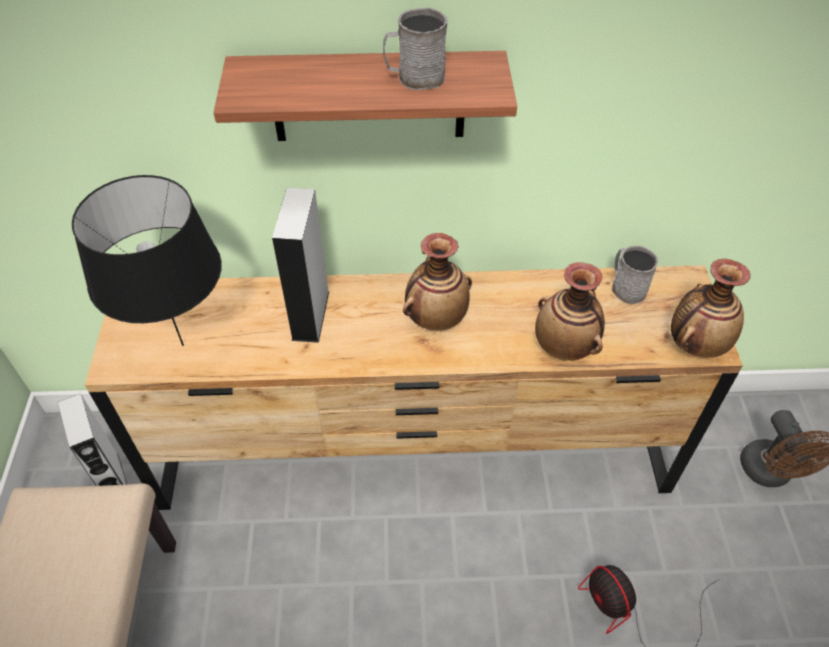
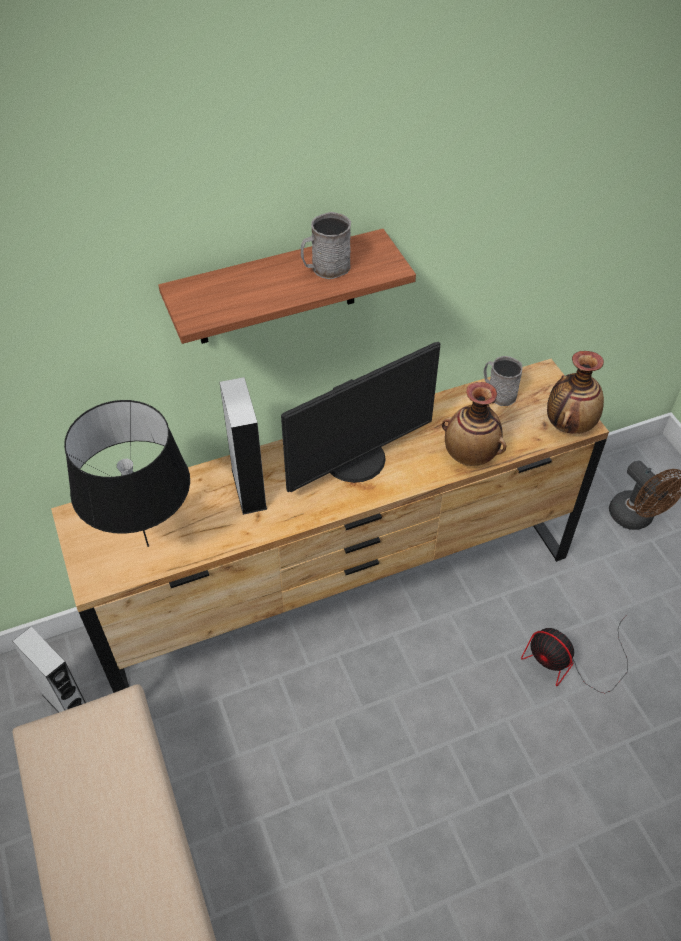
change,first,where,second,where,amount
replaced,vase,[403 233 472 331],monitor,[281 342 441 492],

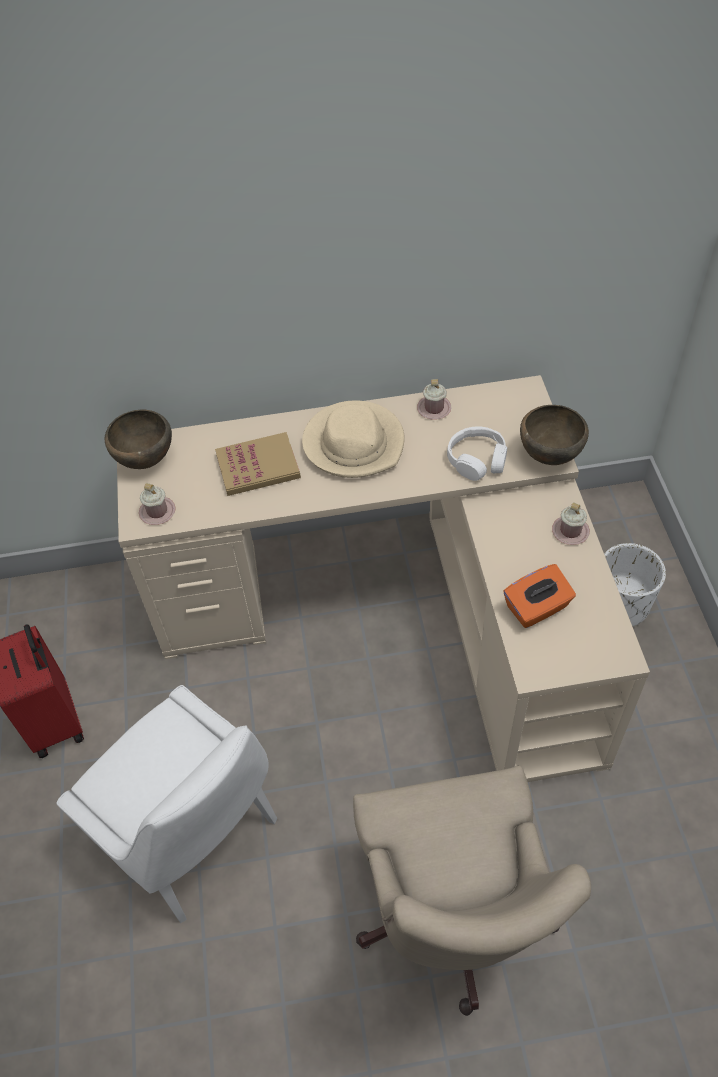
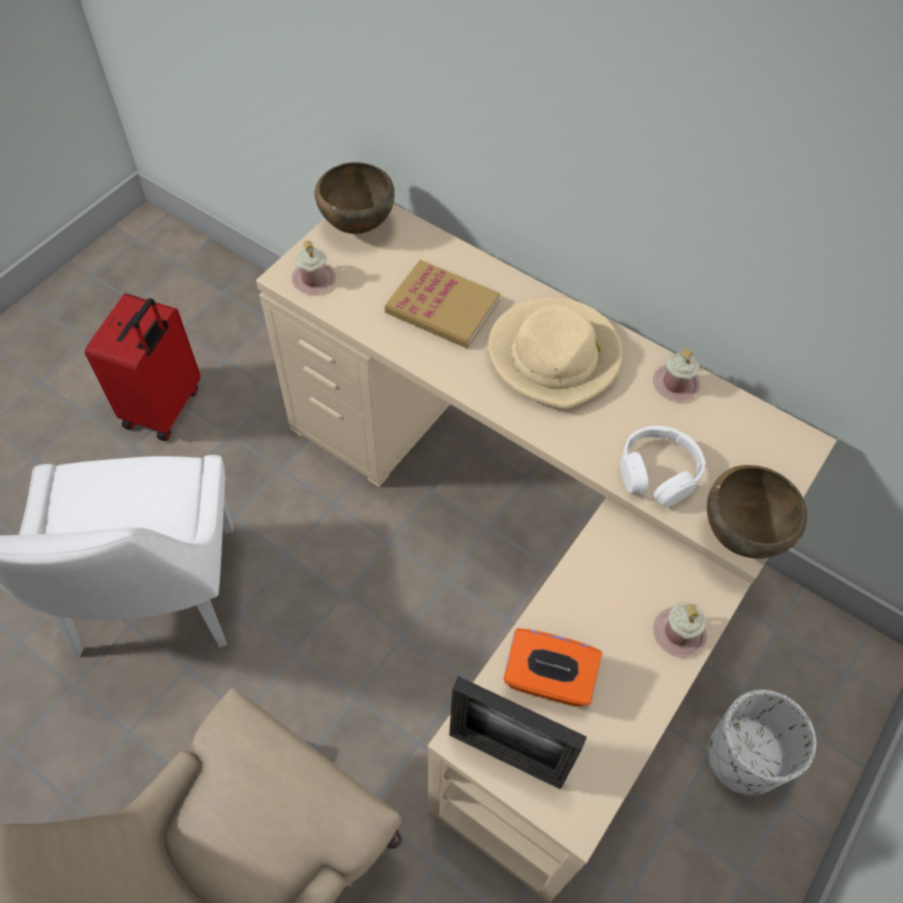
change,first,where,second,where,amount
added,,,picture frame,[449 676 587 790],

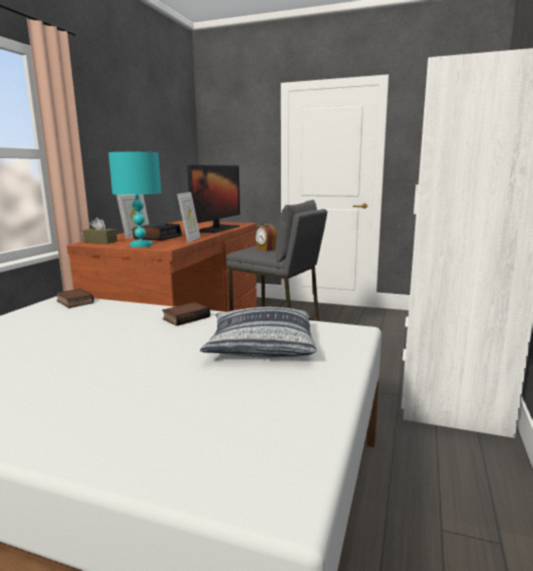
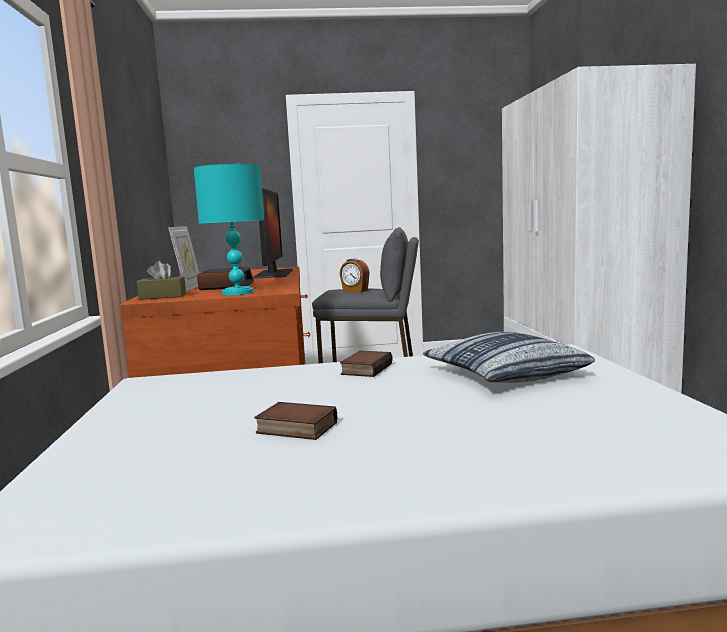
change,first,where,second,where,amount
removed,picture frame,[177 192 200 243],,,
moved,book,[56 288 94 308],,[254 402 337 440],

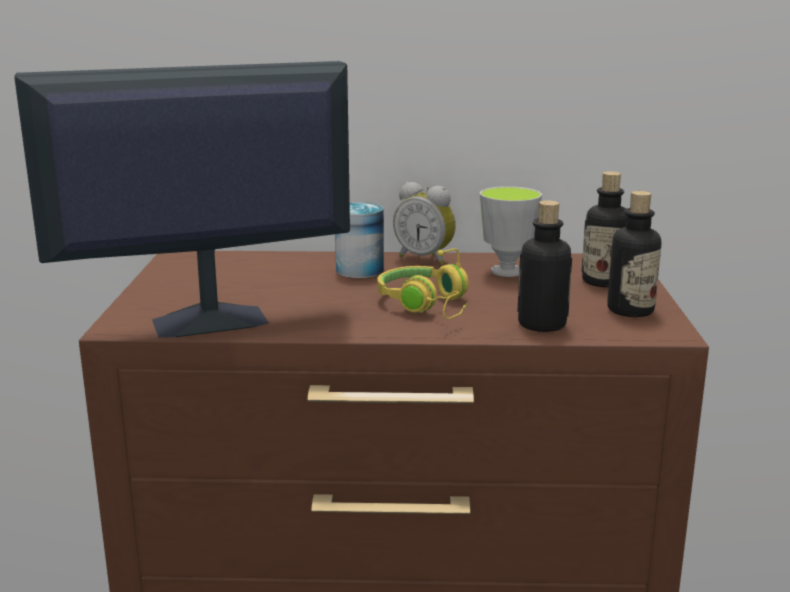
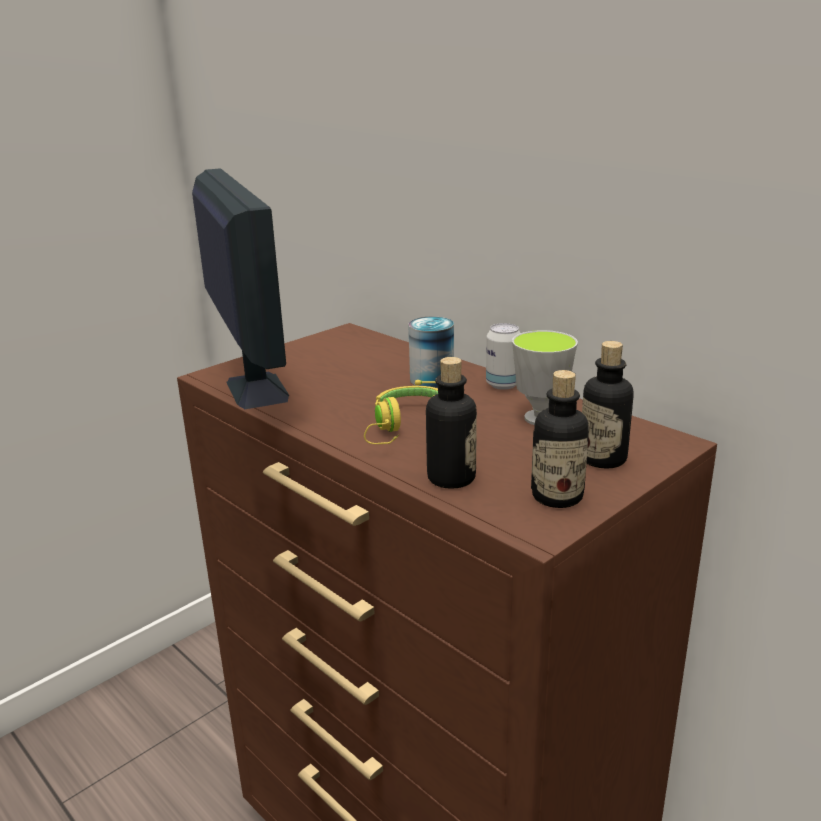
change,first,where,second,where,amount
replaced,alarm clock,[393 182 456 265],can,[486 323 520 390],
turned,monitor,[14 61 350 338],,[192 168 289 409],45 degrees clockwise

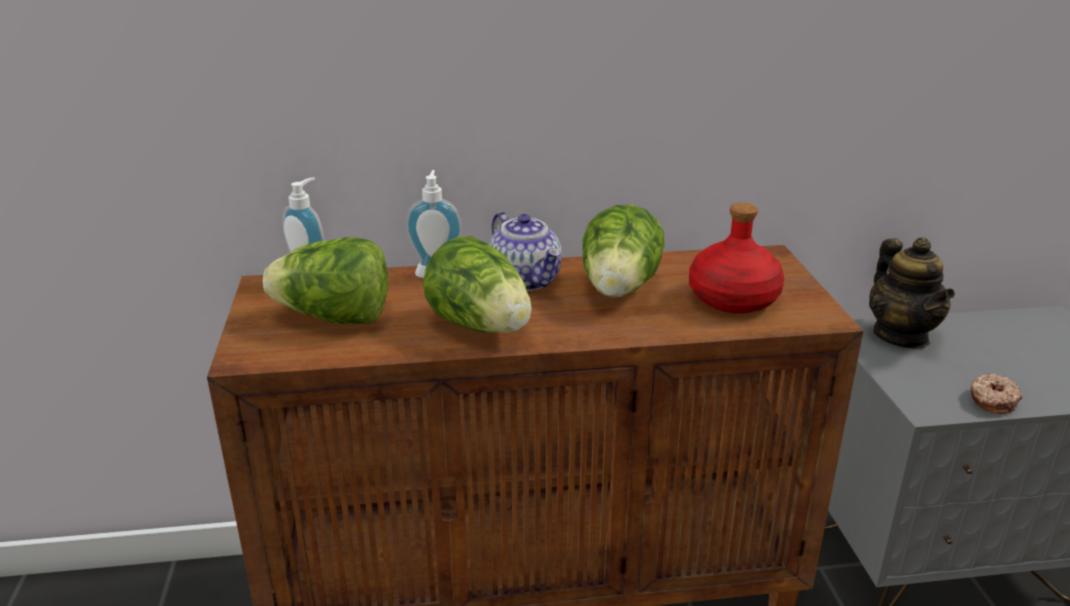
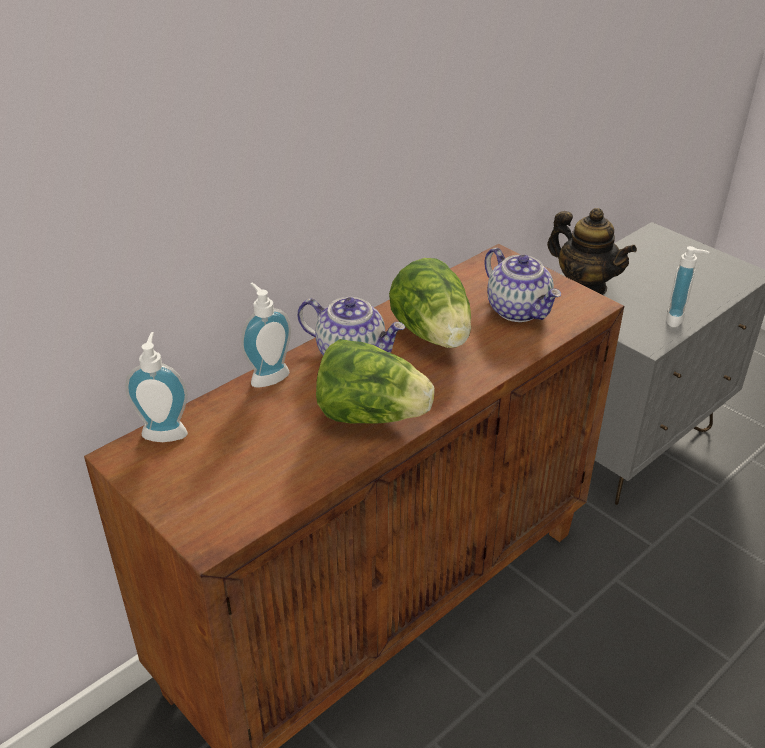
change,first,where,second,where,amount
removed,lettuce,[263 237 388 324],,,
replaced,bottle/red,[689 202 784 313],teapot,[484 248 561 322],
replaced,donut,[970 374 1022 414],soap dispenser,[666 246 710 327],

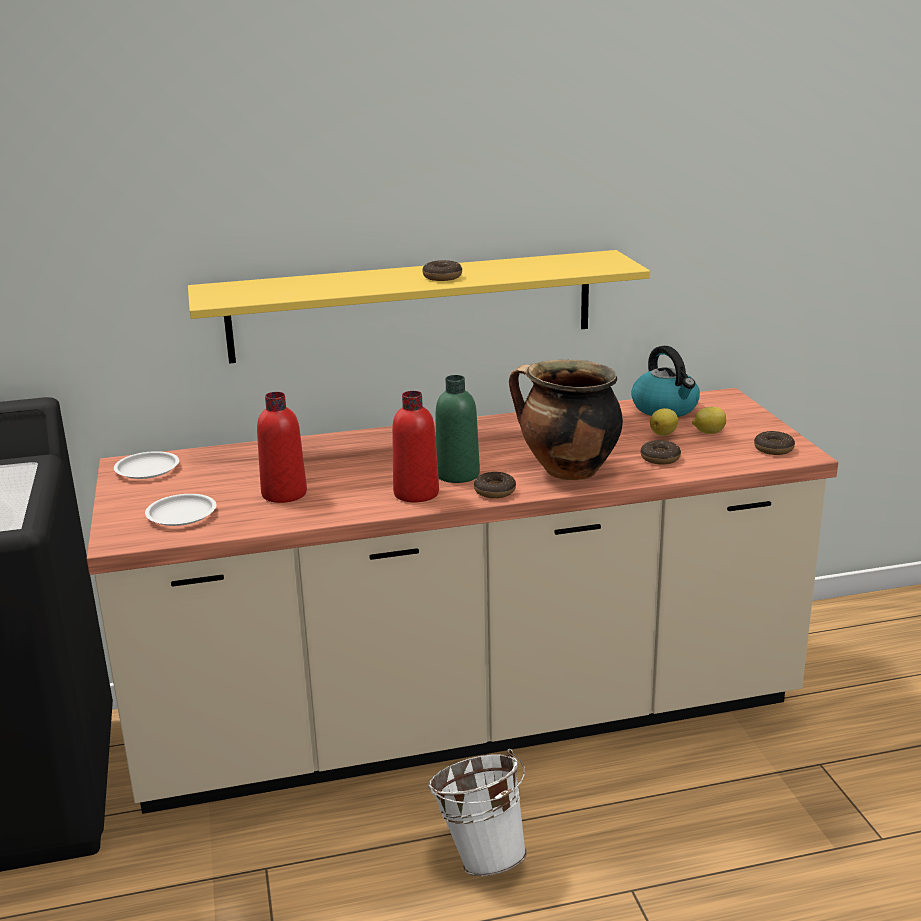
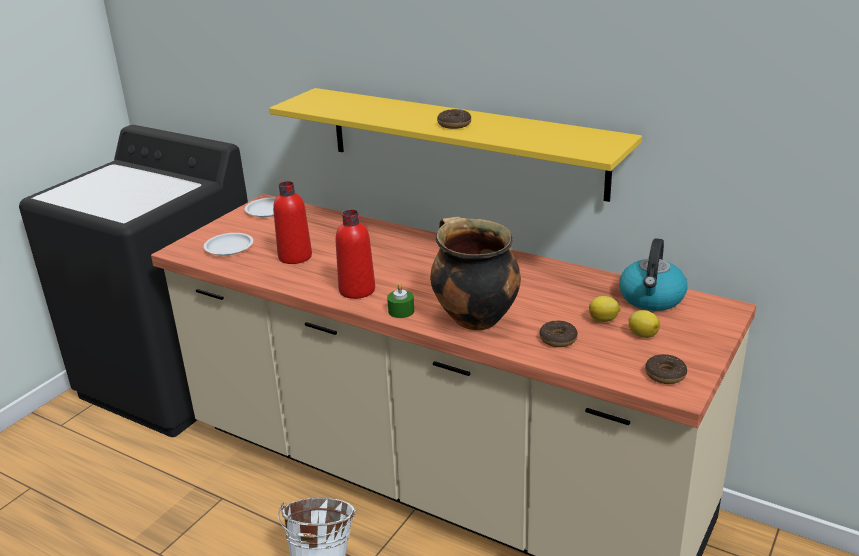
change,first,where,second,where,amount
removed,bottle/green,[436 375 480 483],,,
replaced,donut,[474 472 516 498],candle/green,[387 284 414 318],

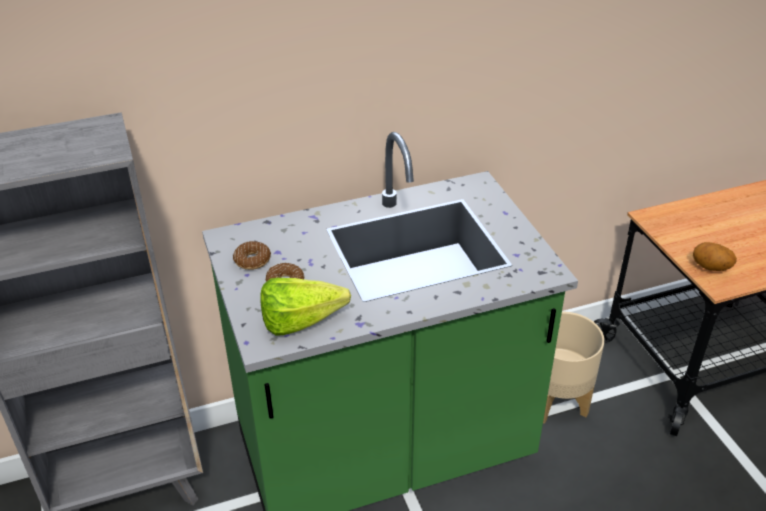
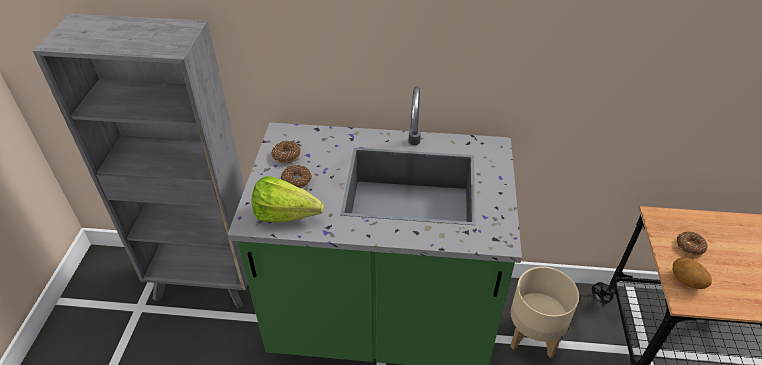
change,first,where,second,where,amount
added,,,donut,[677 232 708 256],

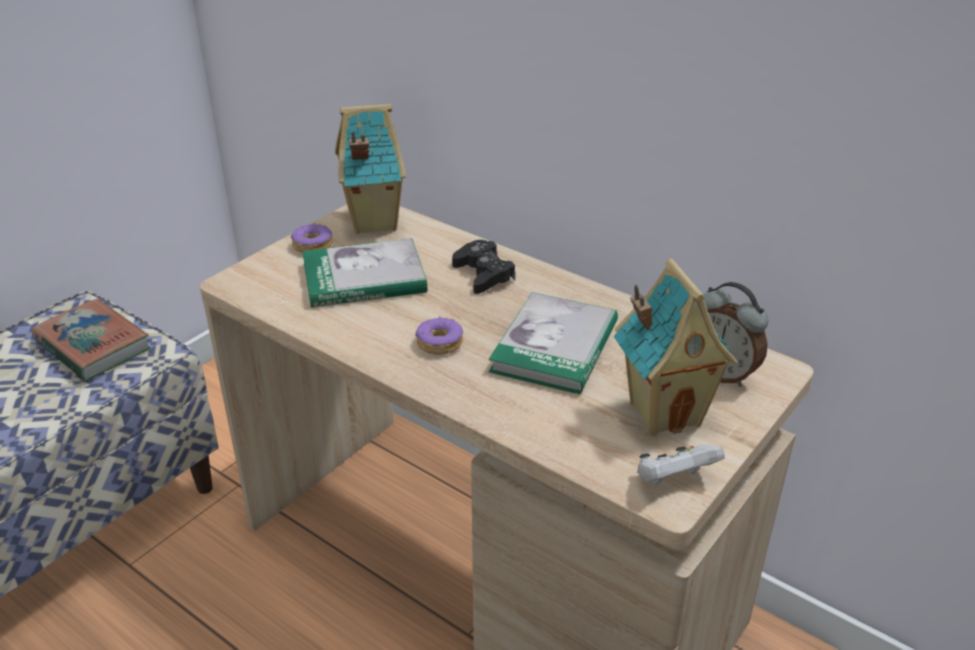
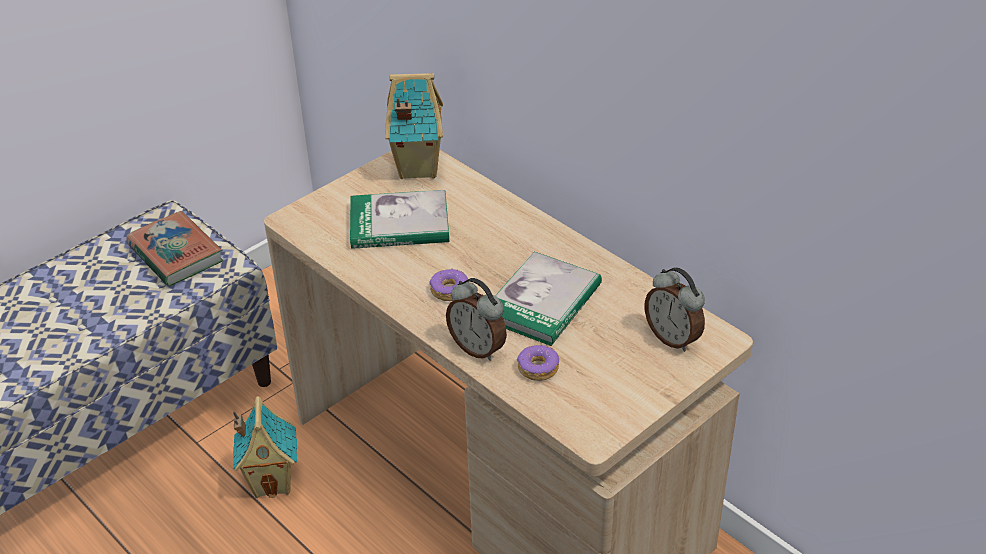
change,first,where,second,where,amount
removed,game controller/black,[452 240 516 294],,,
removed,game controller/white,[637 444 725 485],,,
added,,,alarm clock,[446 278 507 361],
moved,donut,[291 223 332 253],,[517 344 559 381],
moved,toy house,[613 258 737 436],,[233 396 297 498],

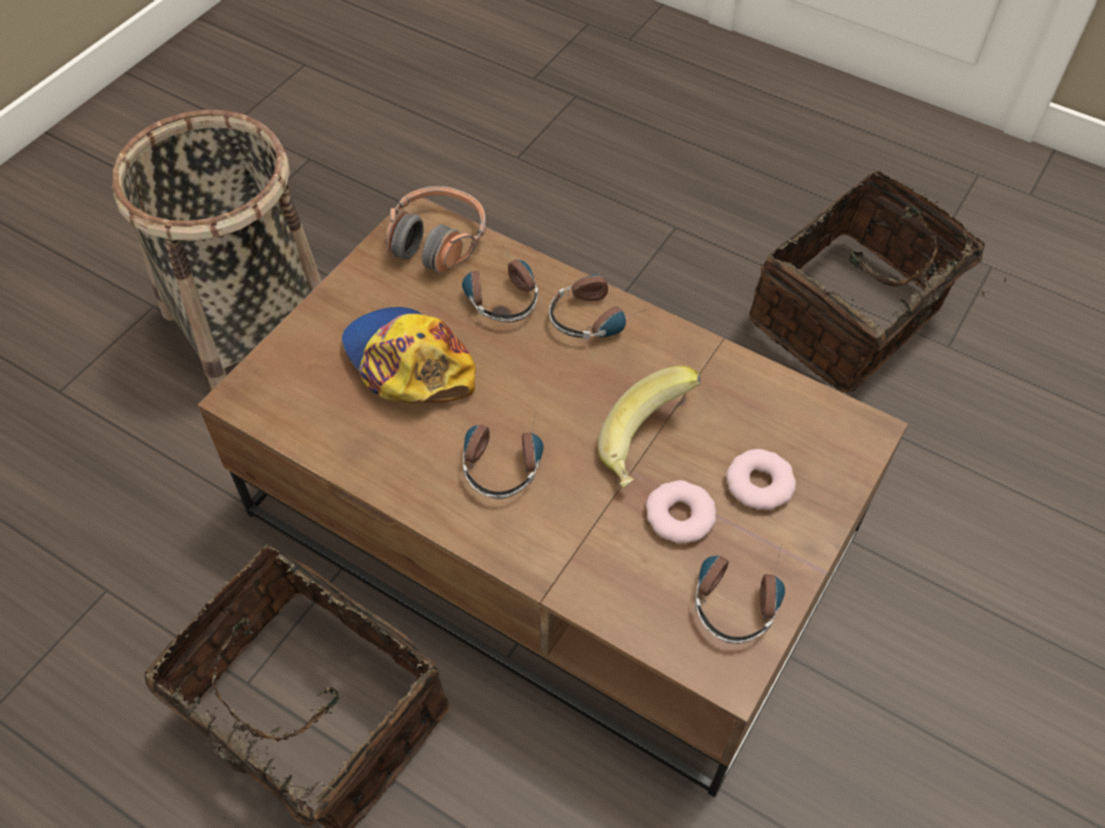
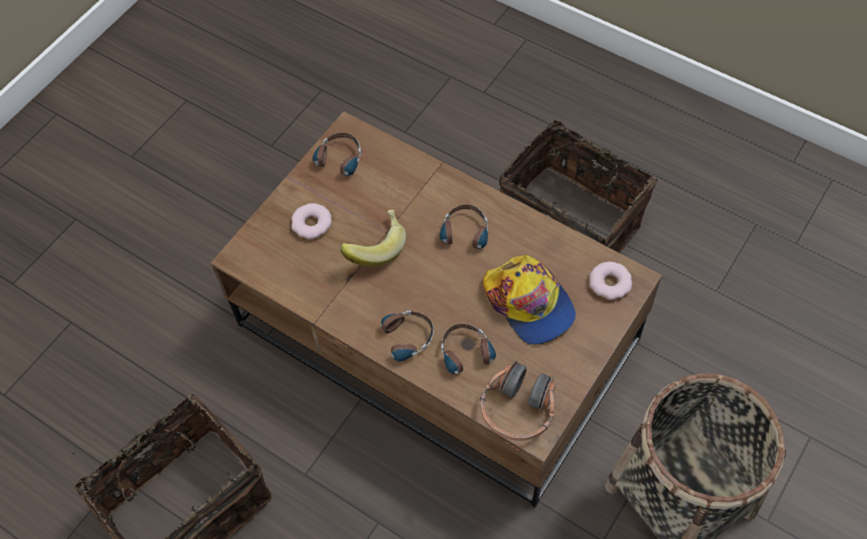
change,first,where,second,where,amount
moved,donut,[646 480 716 543],,[589 262 632 300],

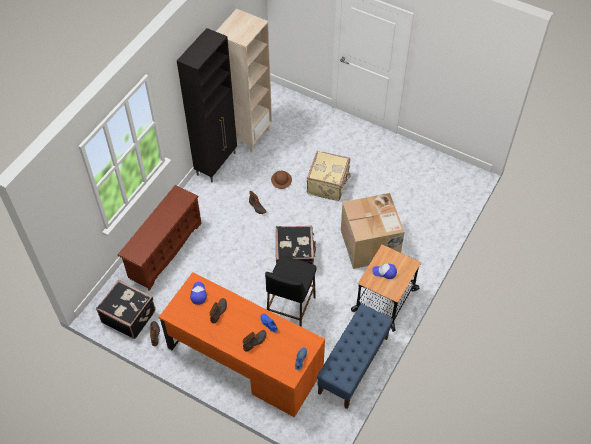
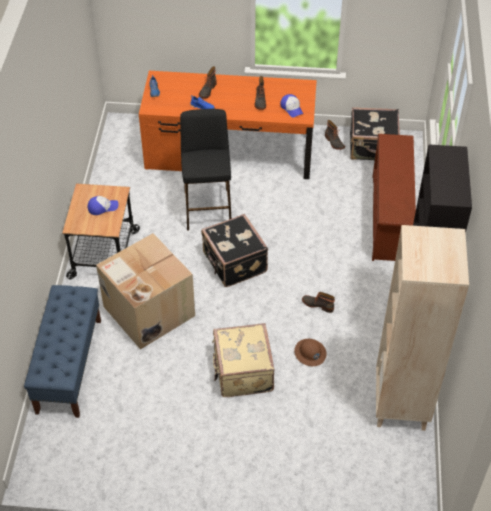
change,first,where,second,where,amount
moved,bench/blue,[317 304 393 409],,[24 285 101 418],

